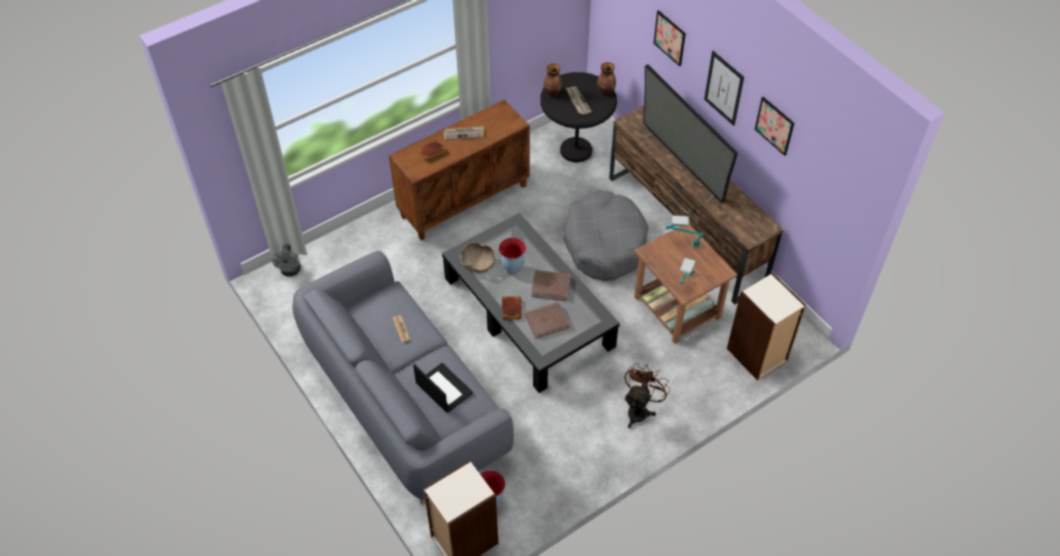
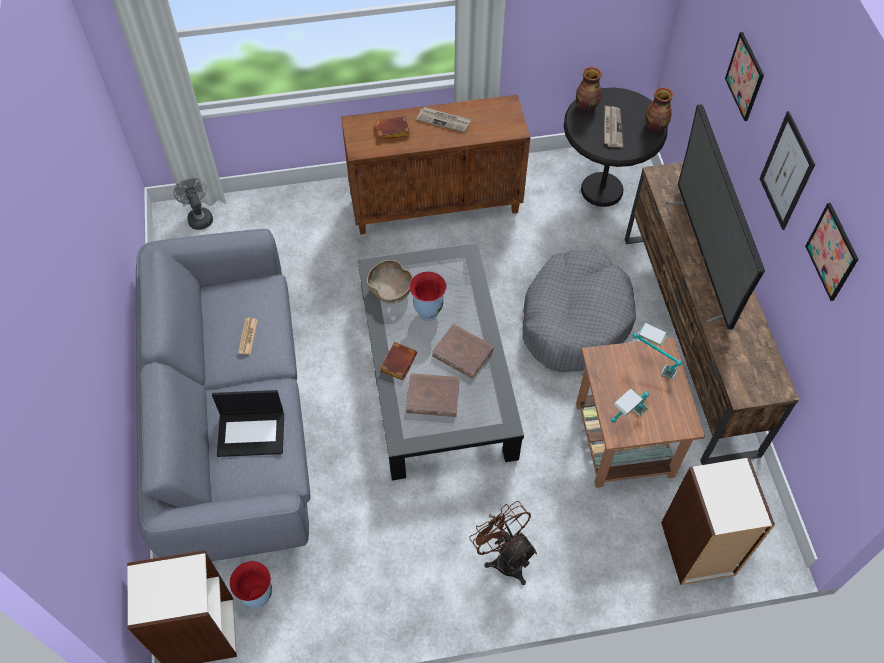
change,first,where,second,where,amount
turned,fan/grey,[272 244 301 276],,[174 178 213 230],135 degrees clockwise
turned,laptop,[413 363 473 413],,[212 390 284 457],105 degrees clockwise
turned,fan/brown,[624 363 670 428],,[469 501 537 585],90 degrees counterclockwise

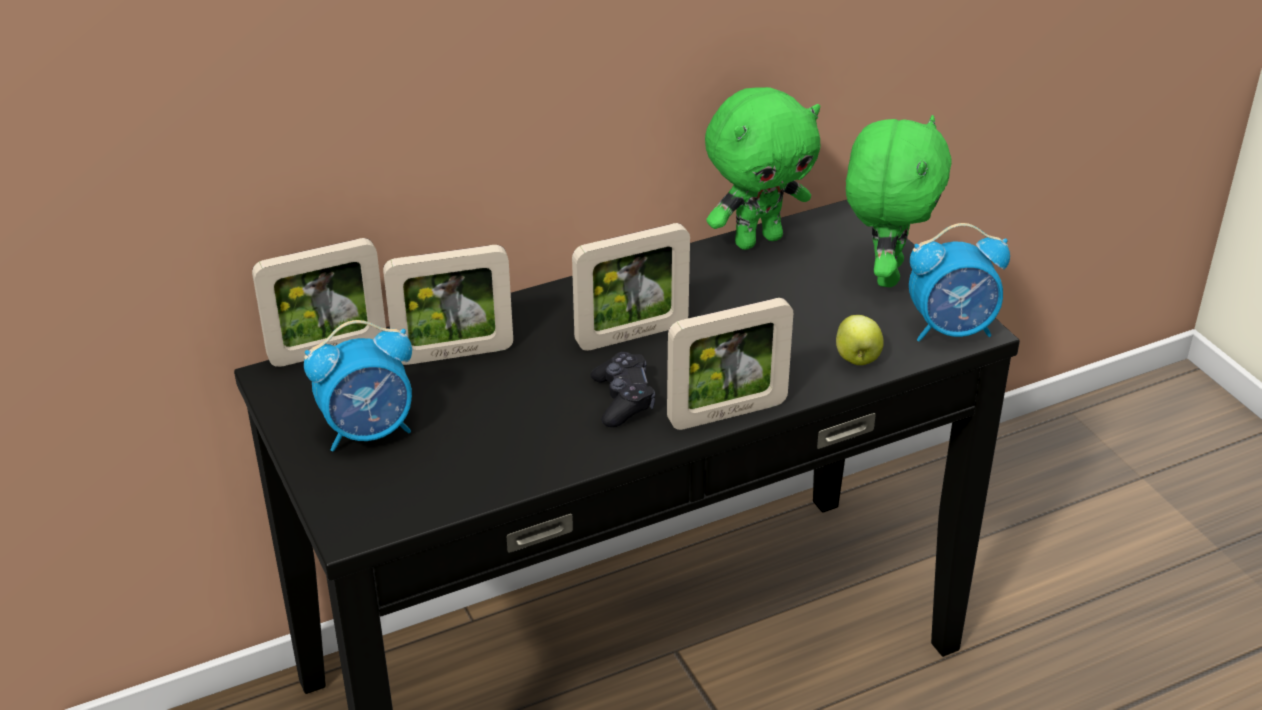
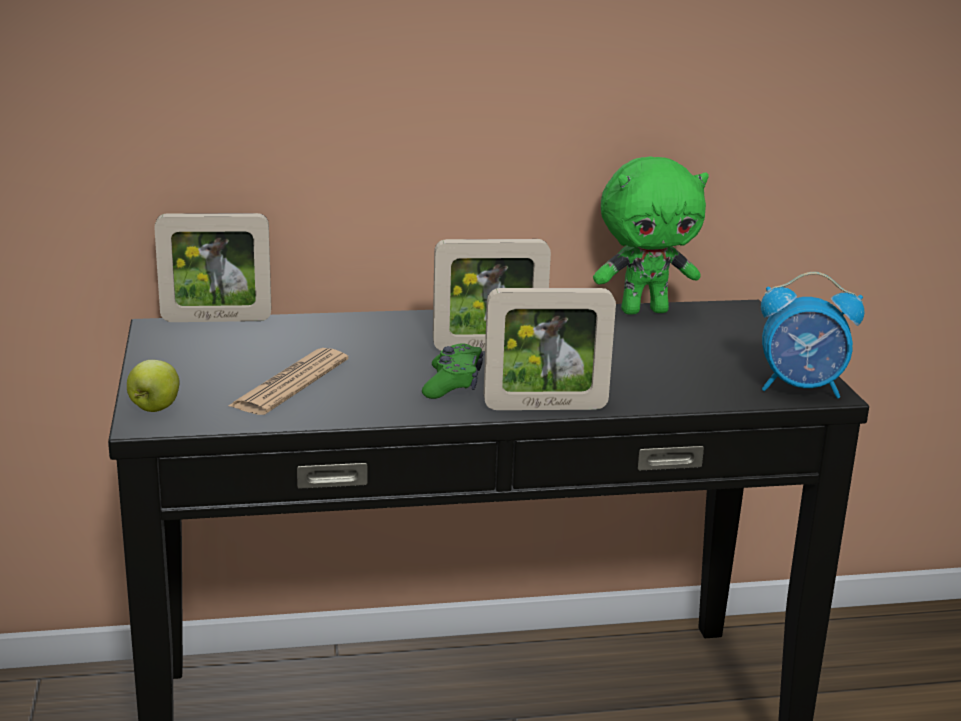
change,first,where,second,where,amount
removed,alarm clock,[304 320 412 451],,,
removed,picture frame,[383 245 513 365],,,
removed,plush toy/green,[846 115 952 287],,,
added,,,newspaper,[228 348 348 415],
moved,apple,[836 315 884 365],,[127 360 180 412],
recoloured,game controller/black,[591 352 655 427],game controller/green,[422 343 483 399],

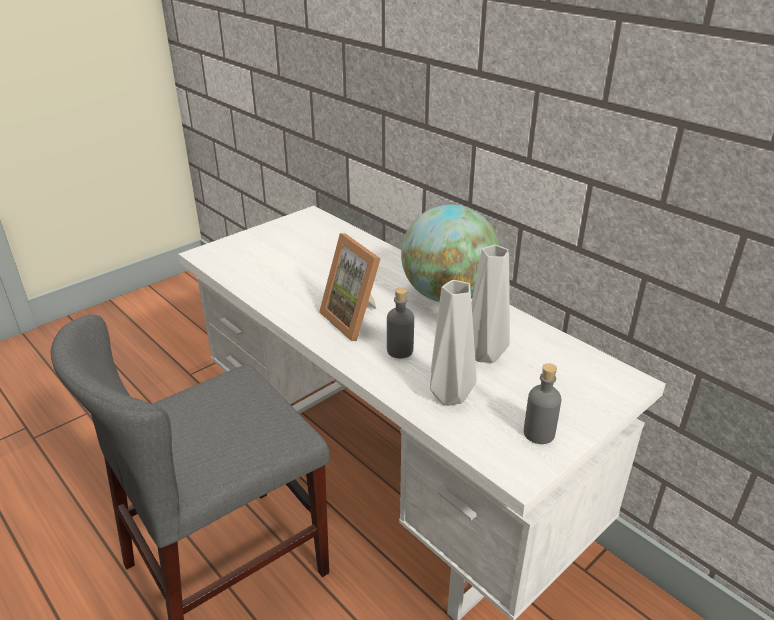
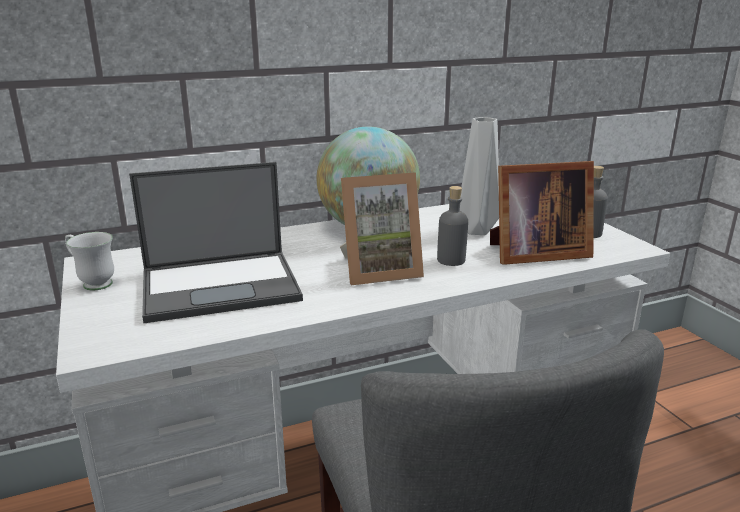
change,first,where,second,where,amount
added,,,mug/white,[65 232 114 290],
added,,,laptop,[129 162 303 323],
replaced,vase/grey,[430 280 477 406],picture frame,[490 161 594 265],

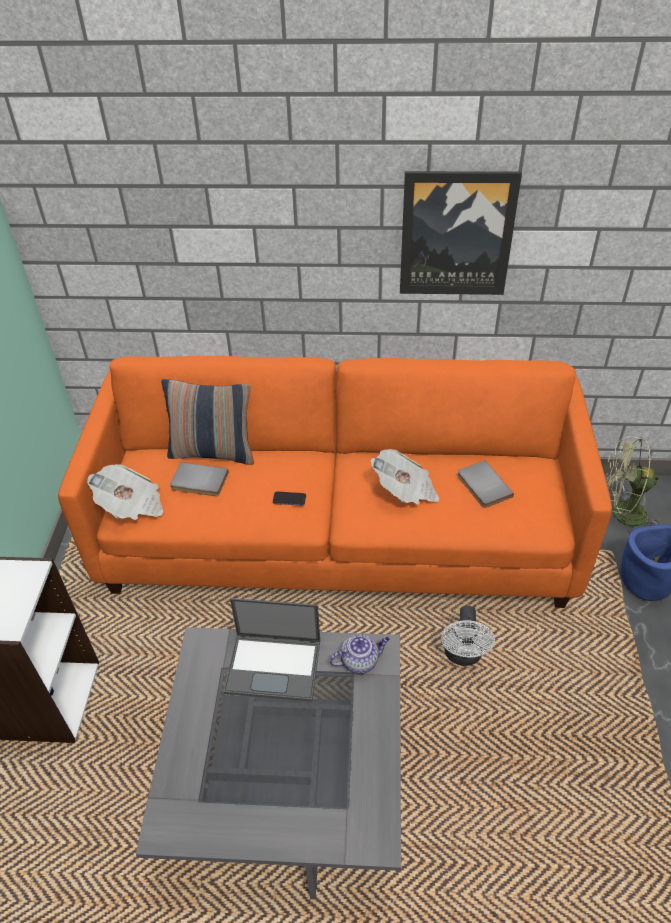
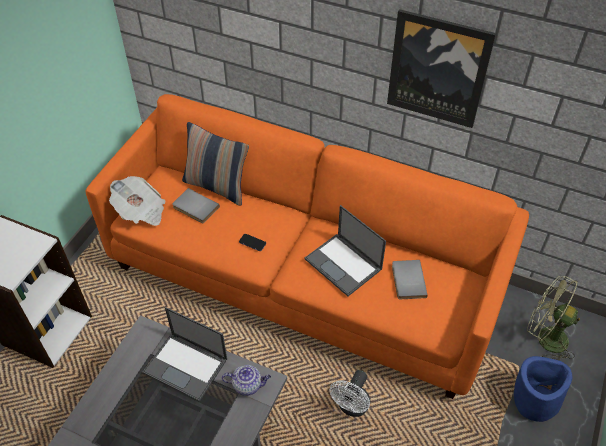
change,first,where,second,where,amount
replaced,newspaper,[371 449 440 505],laptop,[305 205 386 296],

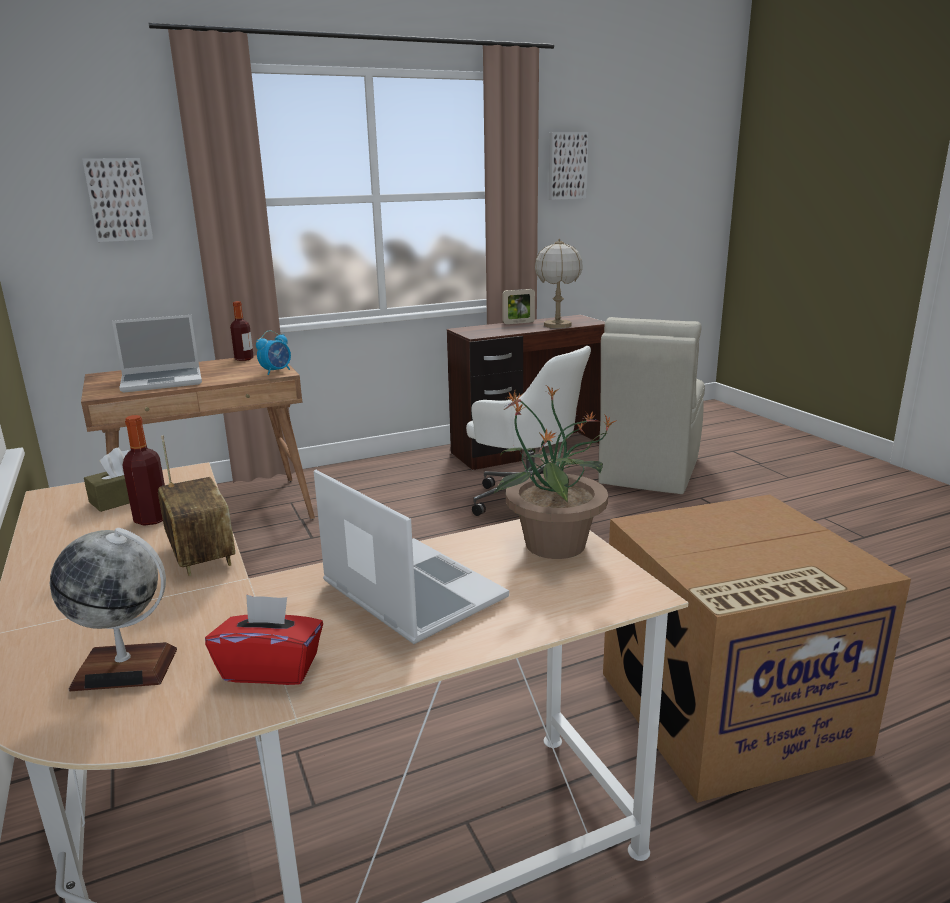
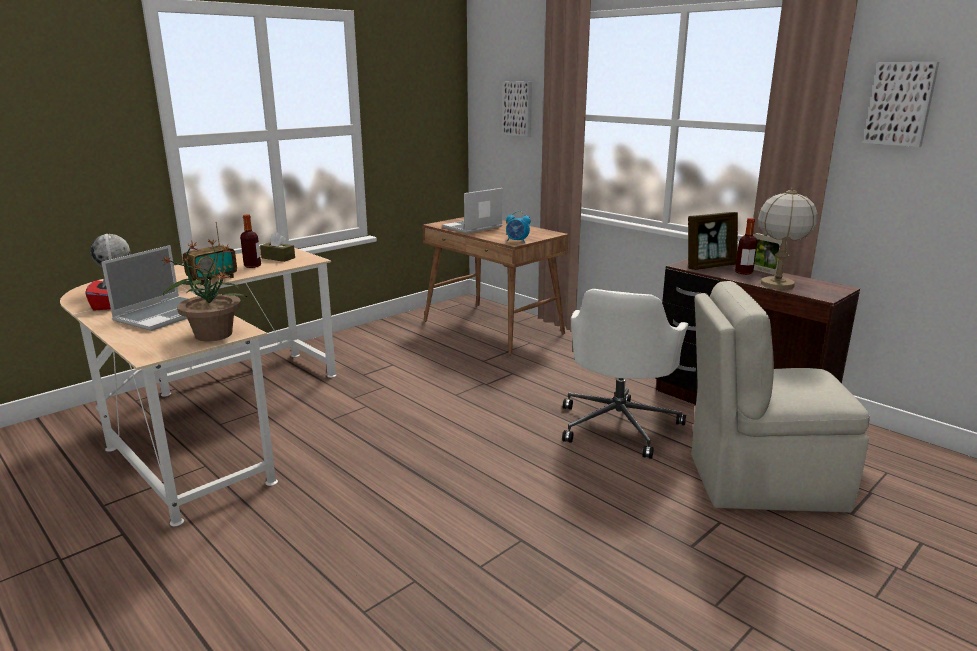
change,first,where,second,where,amount
removed,cardboard box,[603 495 911 803],,,
added,,,picture frame,[688 212 738 270],
moved,bottle,[230 301 254 361],,[735 218 757 275],
turned,laptop,[112 315 202 393],,[442 188 502 234],90 degrees clockwise

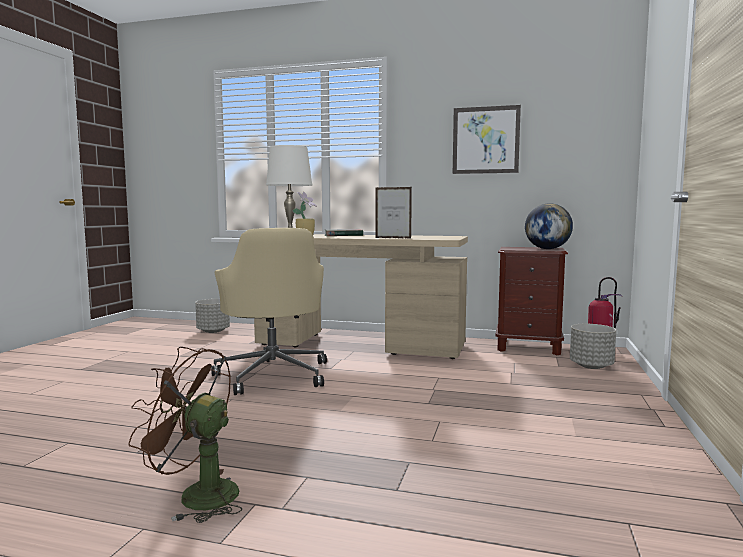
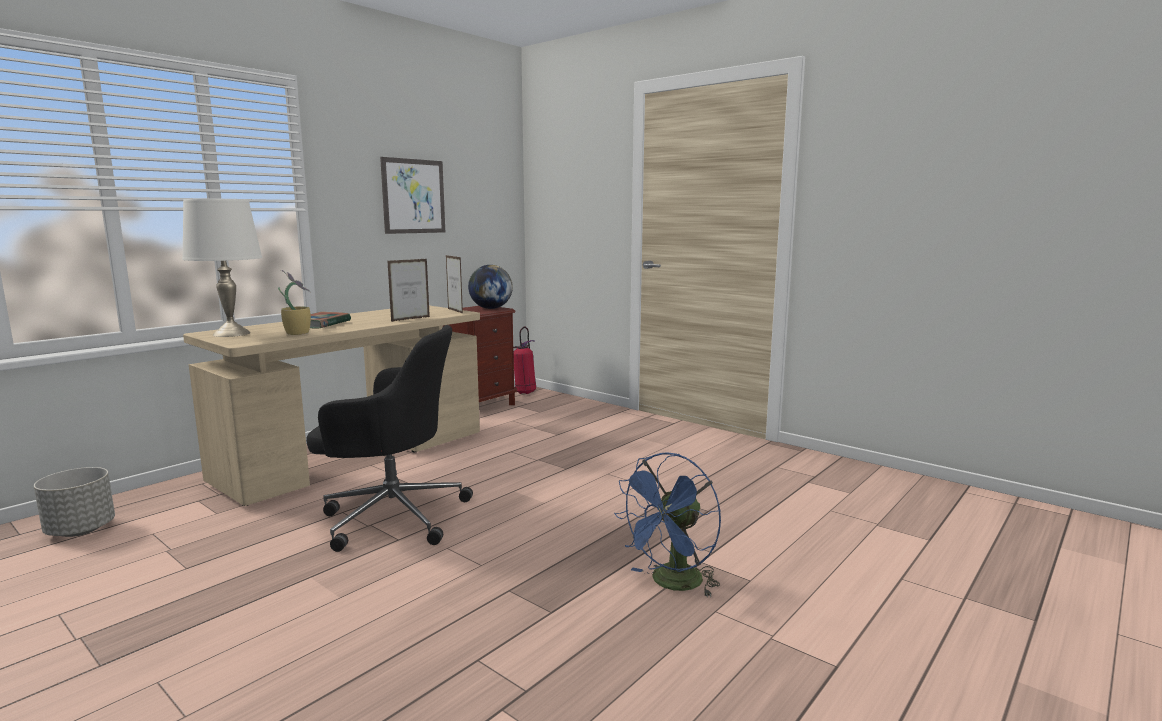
change,first,where,second,where,amount
removed,planter/grey,[570 324 616 369],,,
added,,,picture frame,[446 255 463 314],
recoloured,fan/brown,[129 347 242 523],fan/blue,[614 452 721 598],
recoloured,office chair/beige,[211 228 327 395],office chair/black,[306 325 473 552],

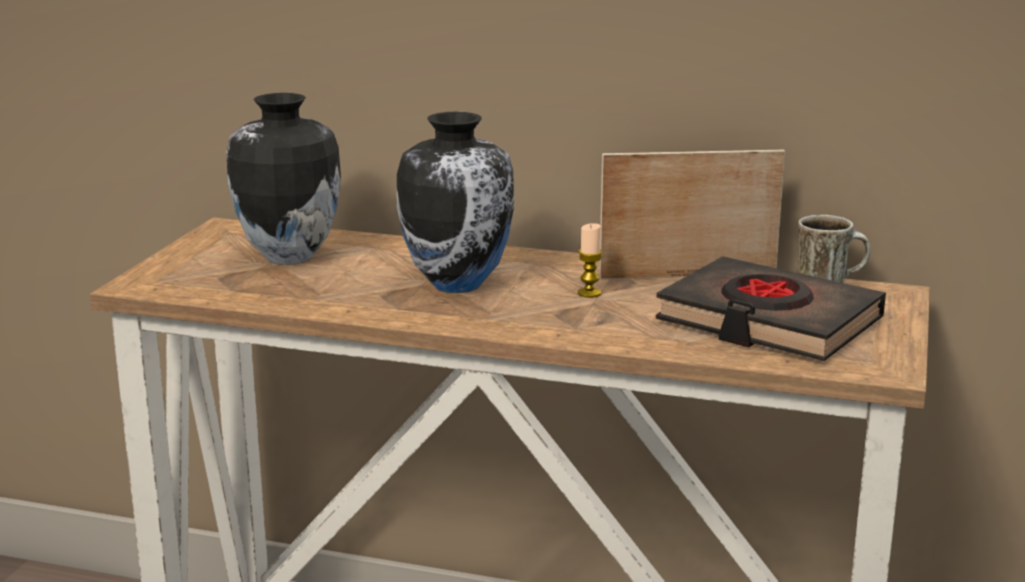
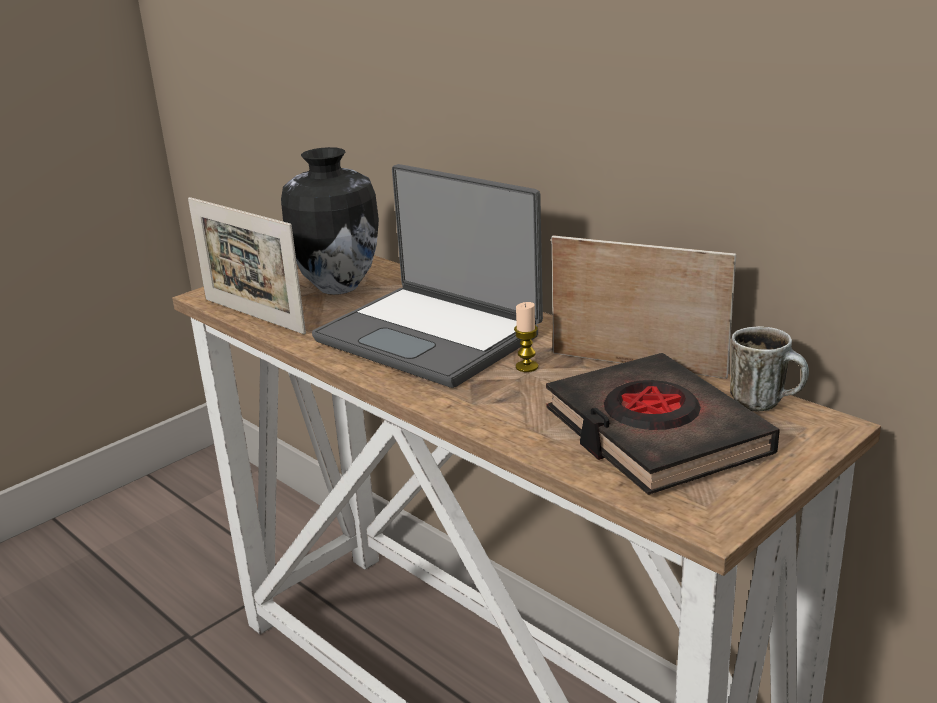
change,first,where,second,where,amount
added,,,picture frame,[188 197 306 334],
replaced,vase,[397 112 514 293],laptop,[312 164 543 388],

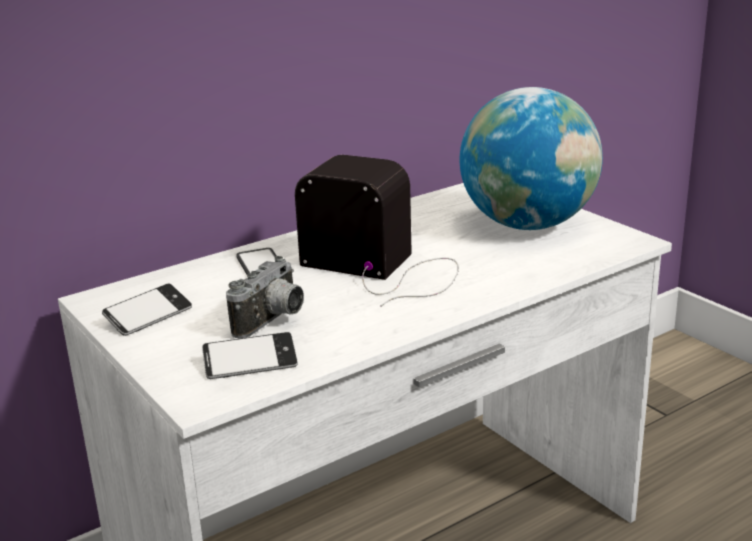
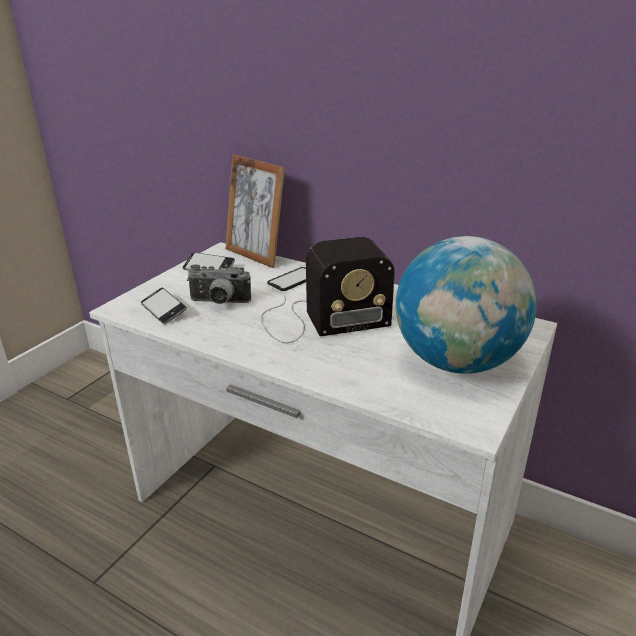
change,first,where,second,where,amount
added,,,picture frame,[226 154 285 268],
turned,radio,[295 155 459 306],,[261 237 395 343],75 degrees clockwise

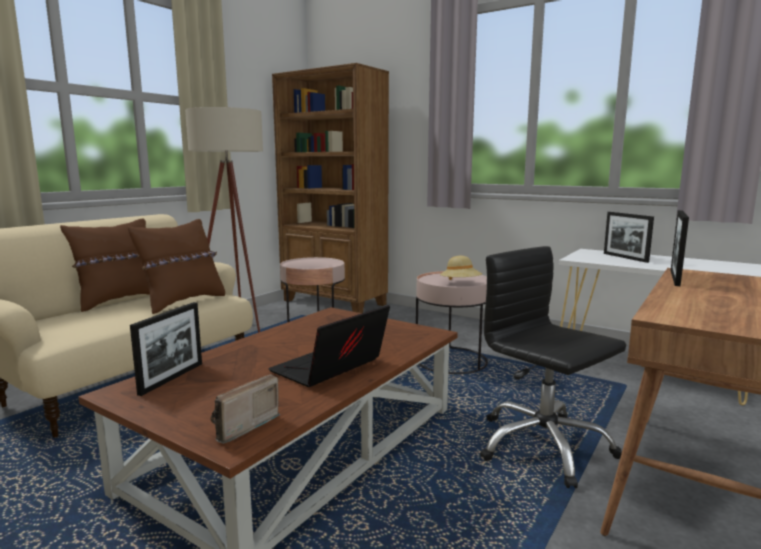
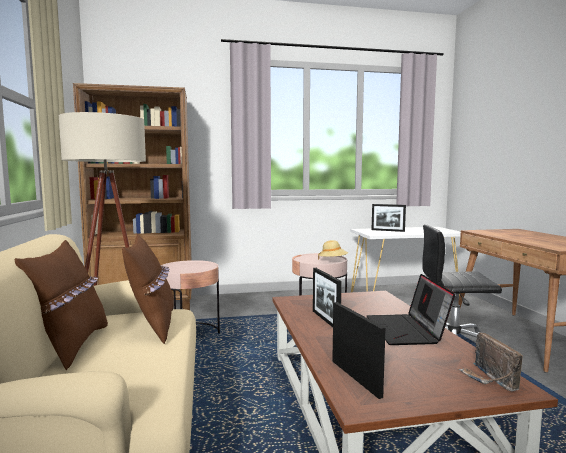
change,first,where,second,where,amount
moved,picture frame,[671 210 689 286],,[313 268 342 327],

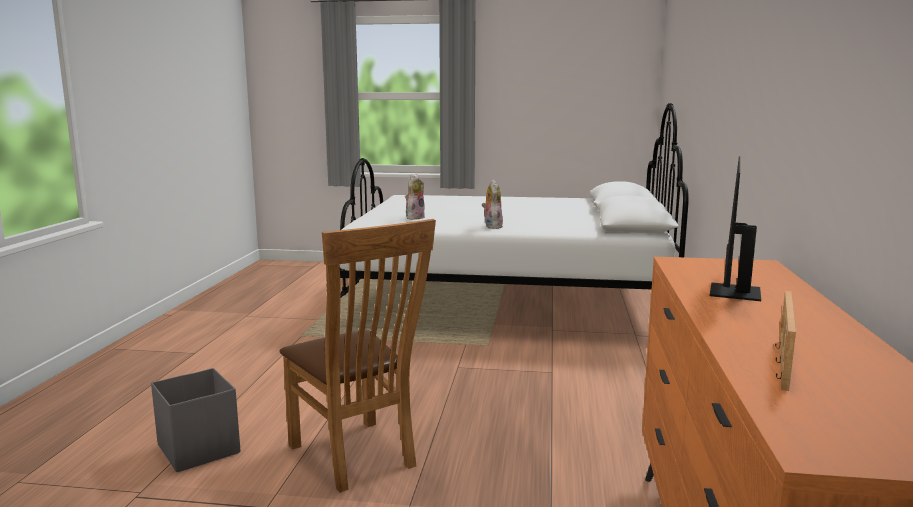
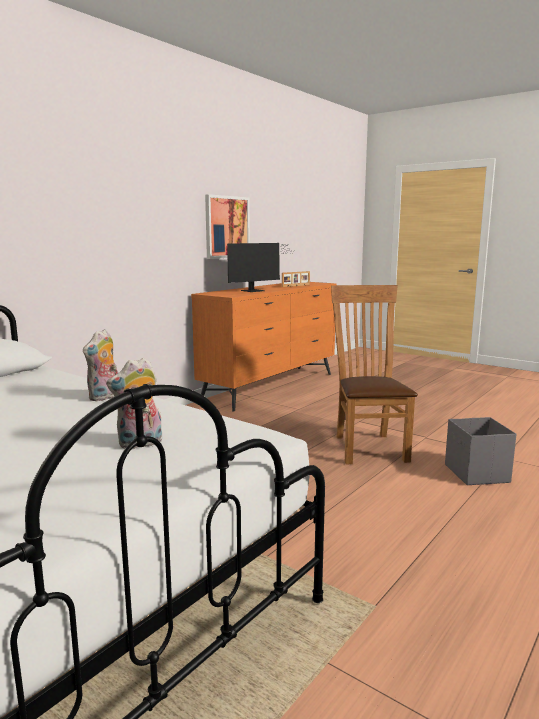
change,first,where,second,where,amount
added,,,picture,[205 194 250 259],

